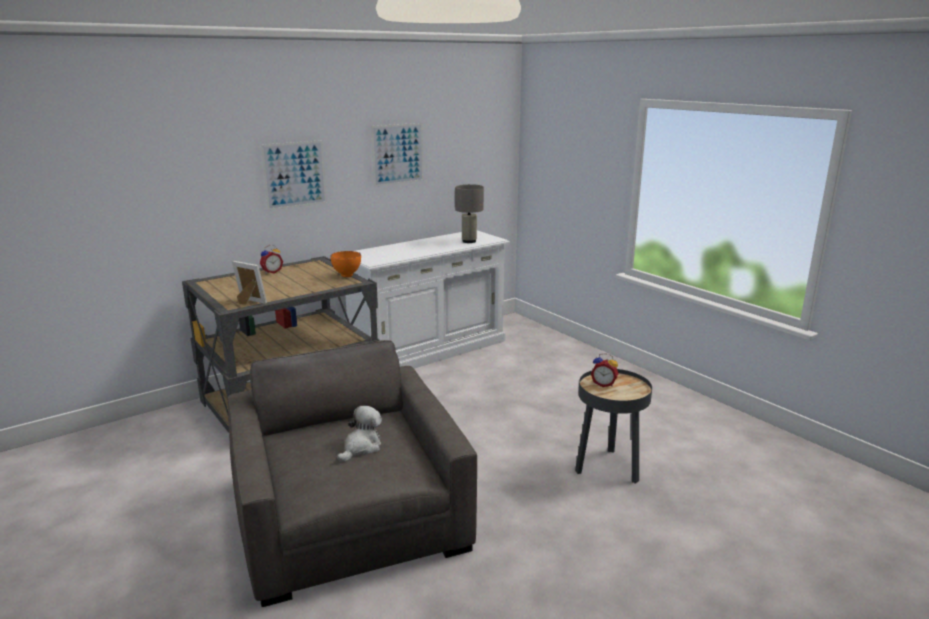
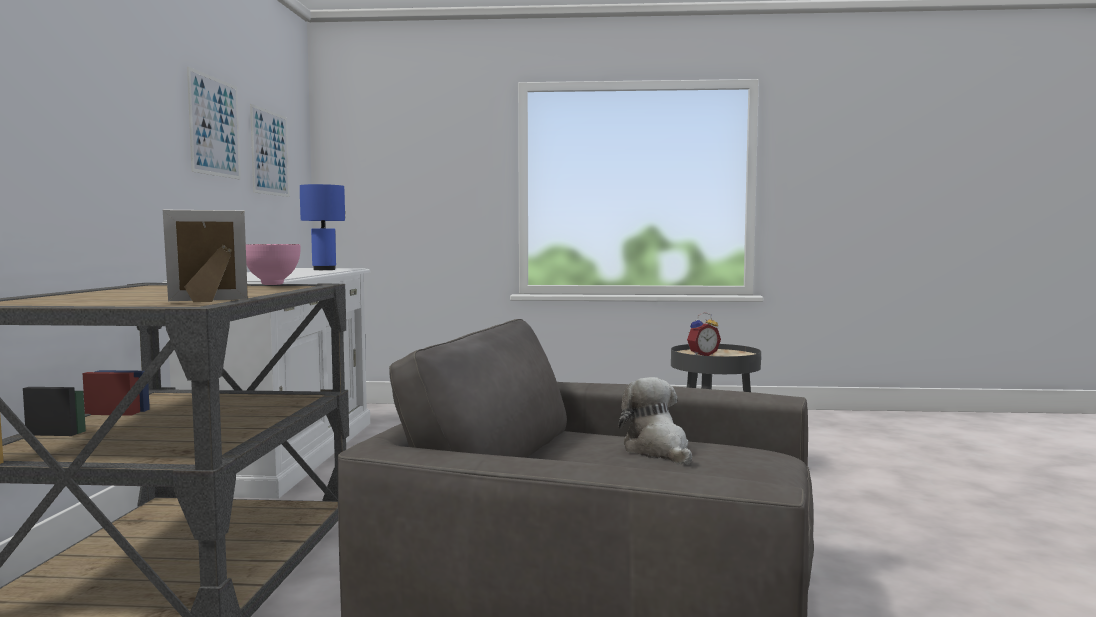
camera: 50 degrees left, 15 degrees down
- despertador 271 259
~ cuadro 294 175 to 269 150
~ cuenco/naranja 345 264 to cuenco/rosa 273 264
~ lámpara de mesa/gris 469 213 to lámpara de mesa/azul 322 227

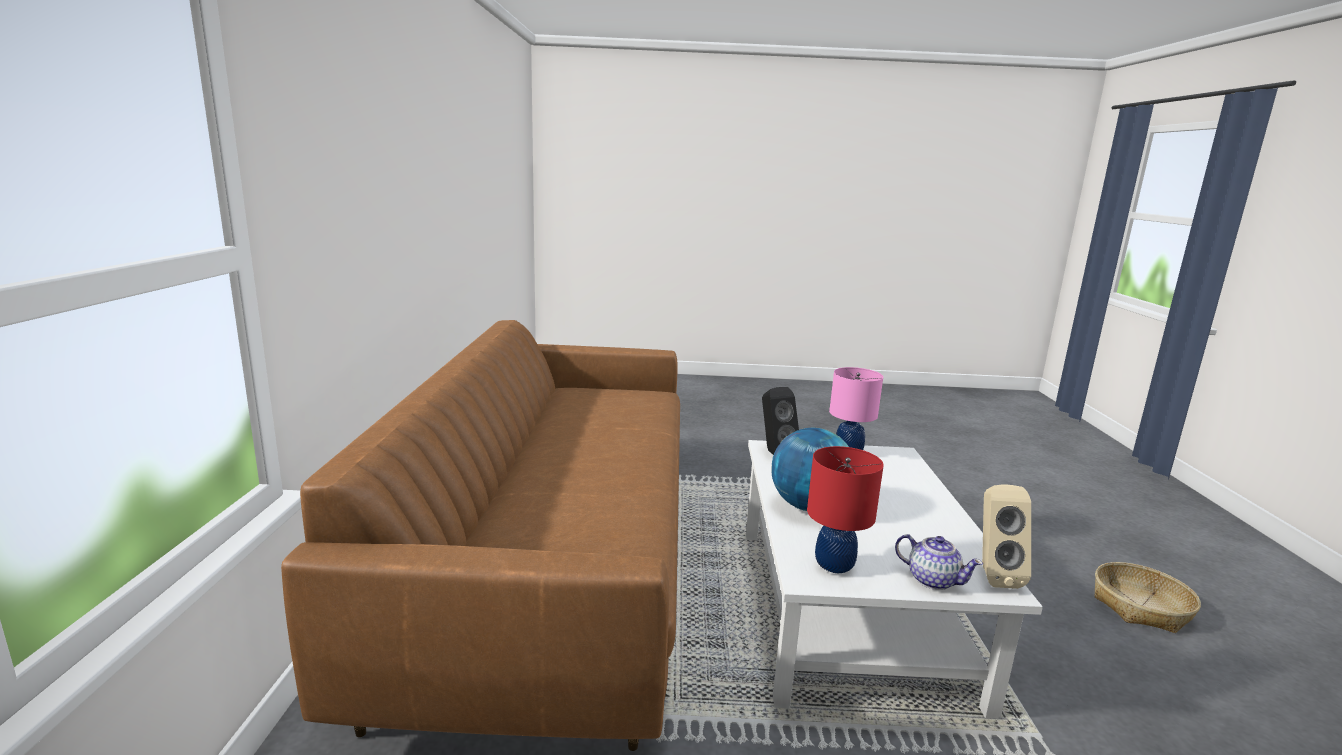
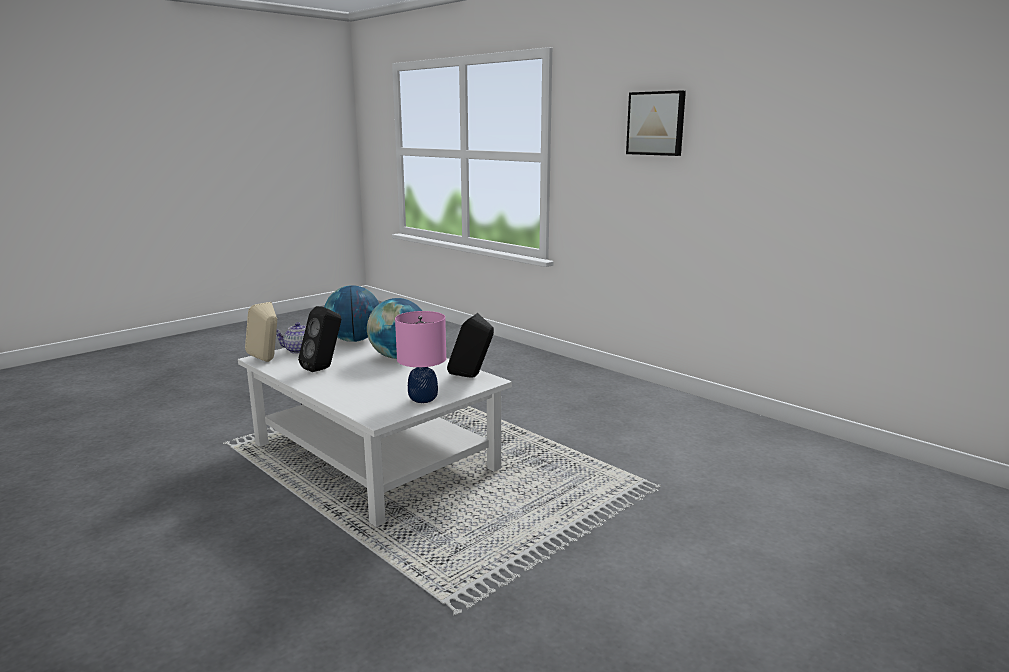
camera: 135 degrees right, 0 degrees up
- sofá/marrón 480 535
- cesta 1147 597
+ altavoz/negro 319 339
+ cuadro 656 123
~ lámpara de mesa/rojo 845 509 to globo terráqueo 351 313

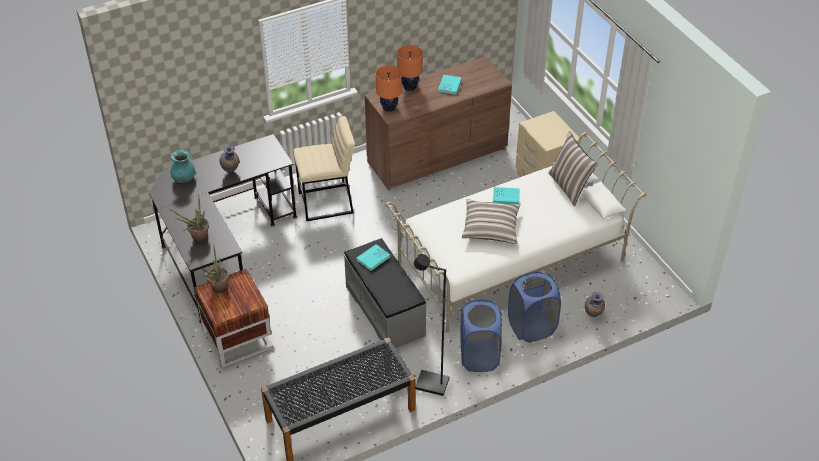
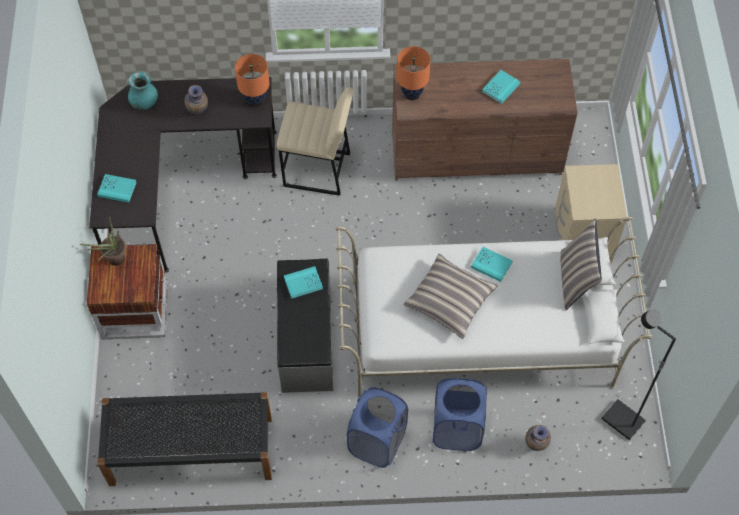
camera: 25 degrees right, 15 degrees up
~ lámpara de mesa/naranja 410 68 to 252 80
~ lámpara de pie/negro 432 325 to 638 375
~ planta en maceta 189 218 to libro/turquesa 117 188

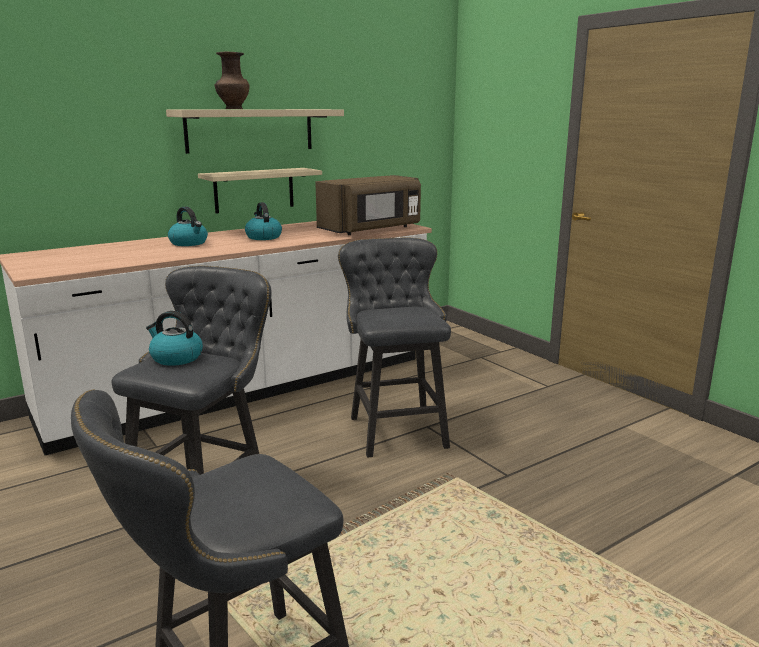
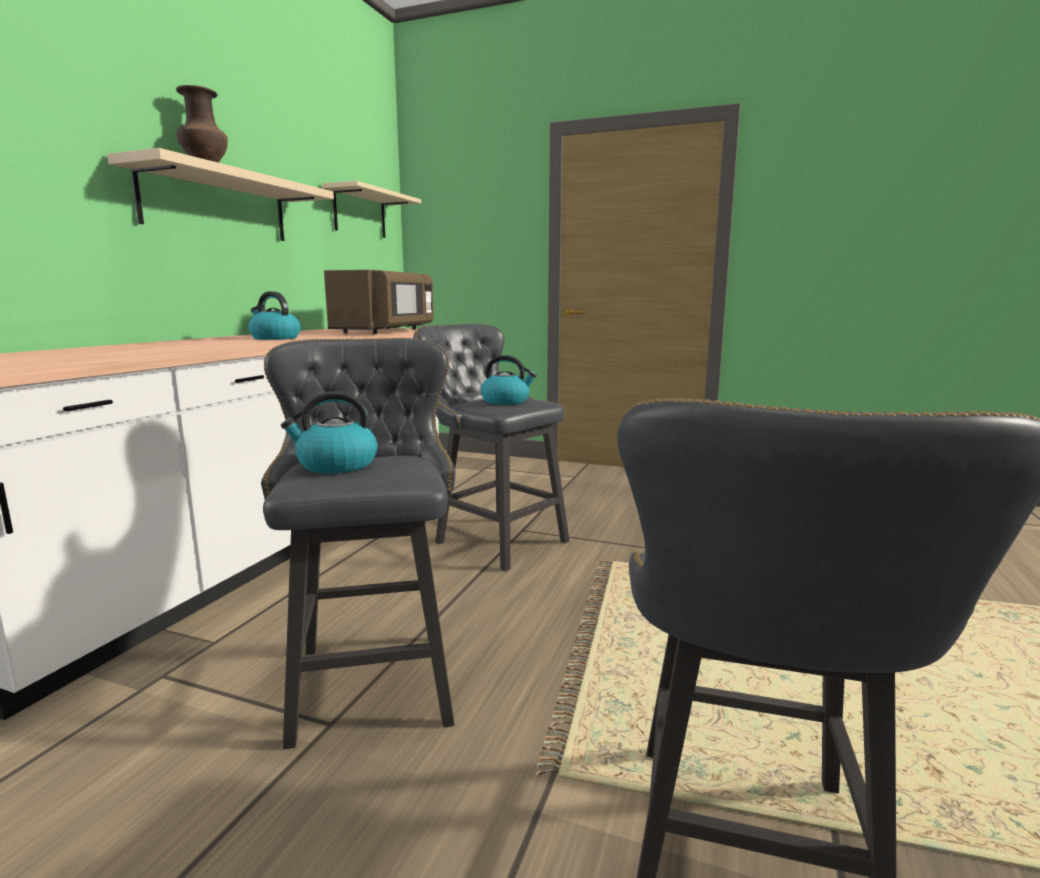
camera: 35 degrees left, 5 degrees down
~ hervidor 188 226 to 509 380
~ estante/beis 260 191 to 371 209

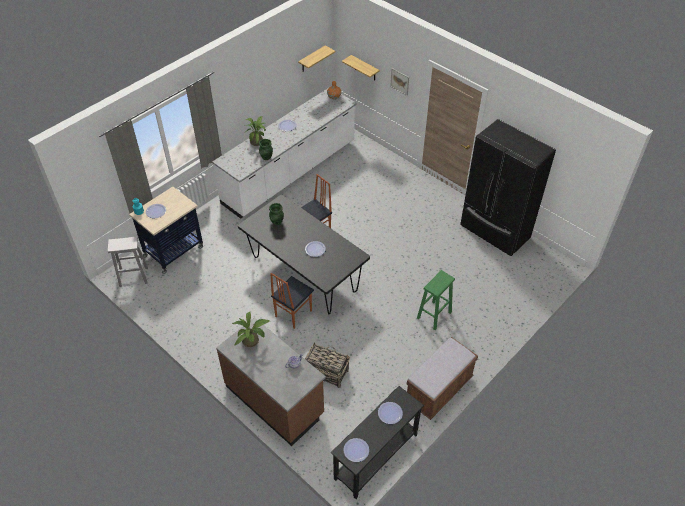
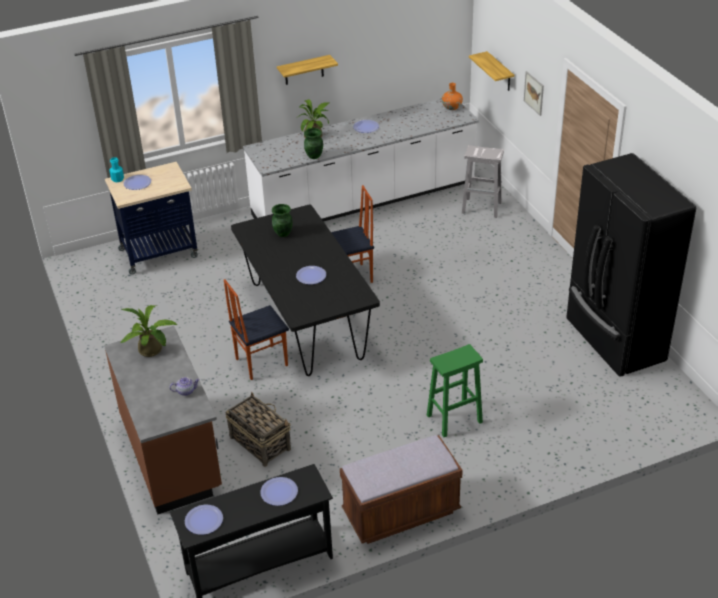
camera: 25 degrees right, 10 degrees down
~ taburete/blanco 128 261 to 483 181
~ estante 316 59 to 307 70

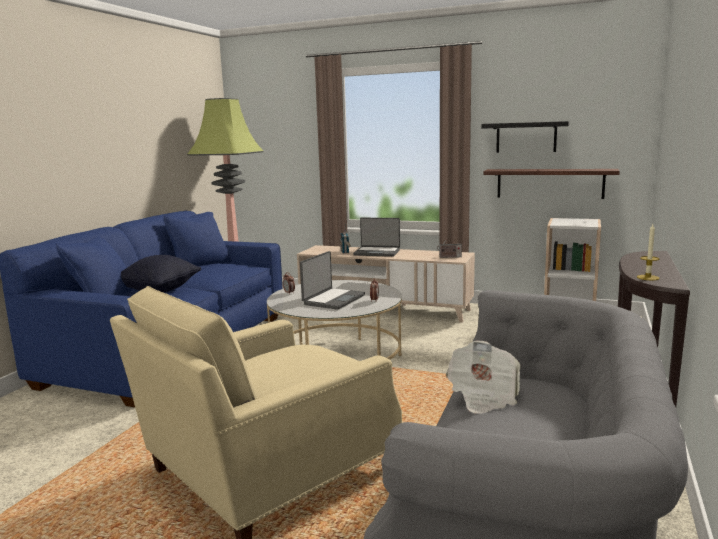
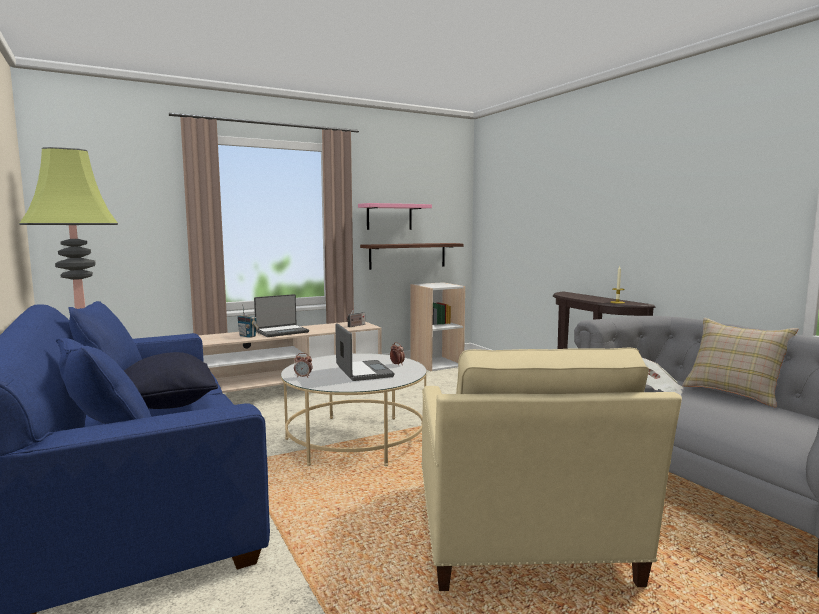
camera: 50 degrees left, 5 degrees down
+ cojín/beis 740 362
~ estante/negro 525 137 to estante/rosa 395 216

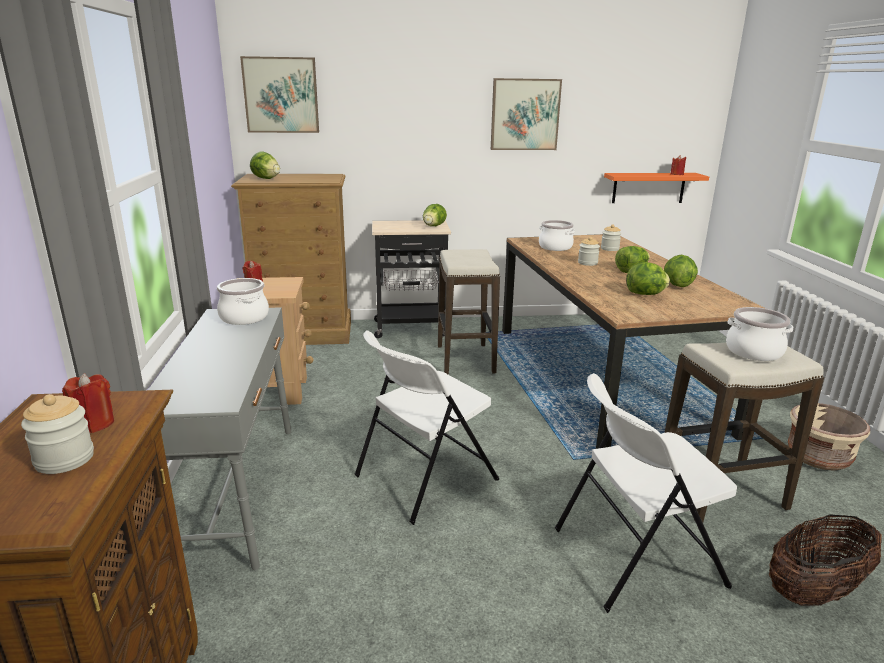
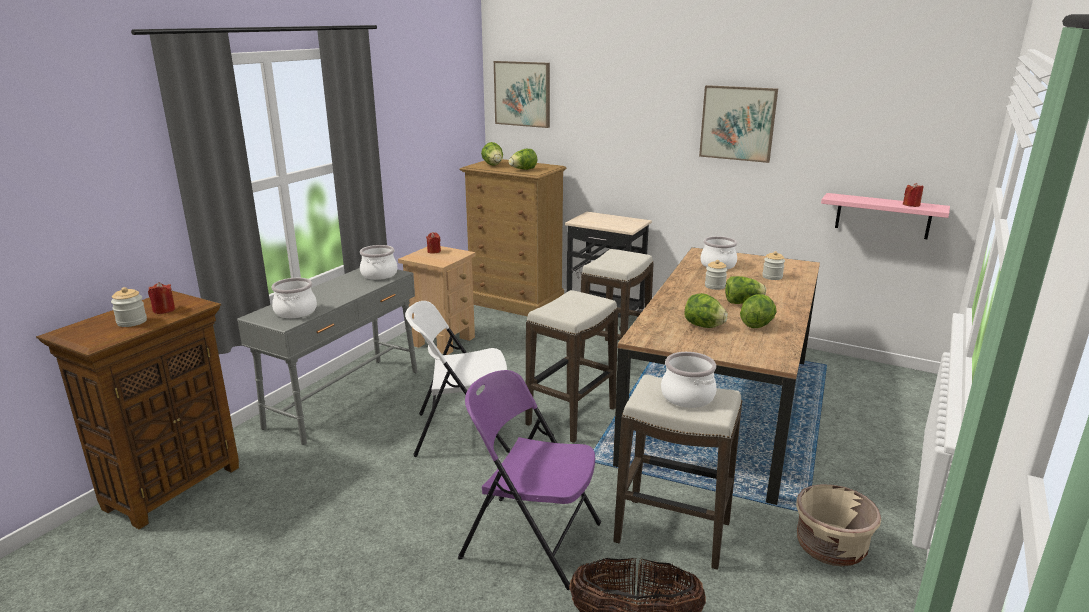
camera: 35 degrees right, 0 degrees up
+ olla 294 298
+ taburete 571 366
~ lechuga 435 215 to 523 159
~ silla/blanco 646 493 to silla/morado 529 480
~ estante/naranja 656 188 to estante/rosa 885 216

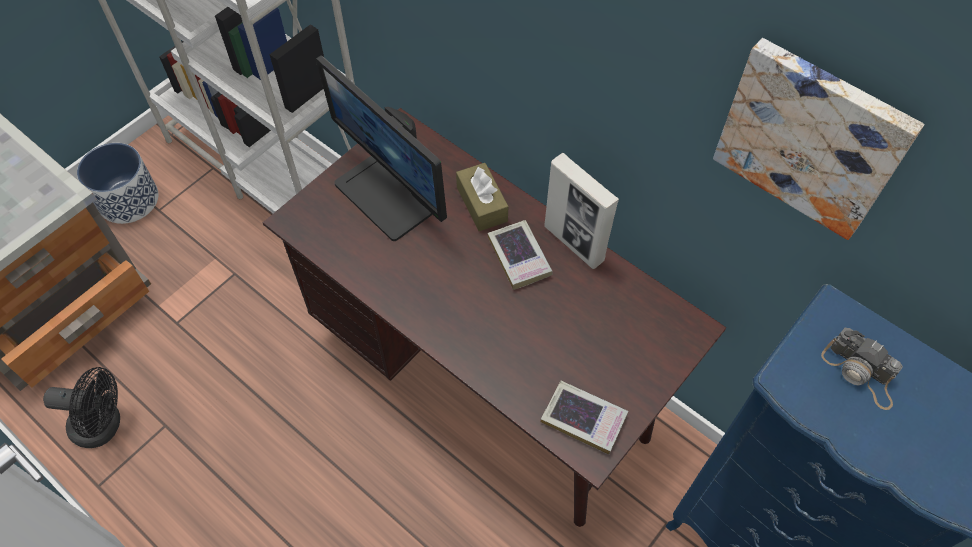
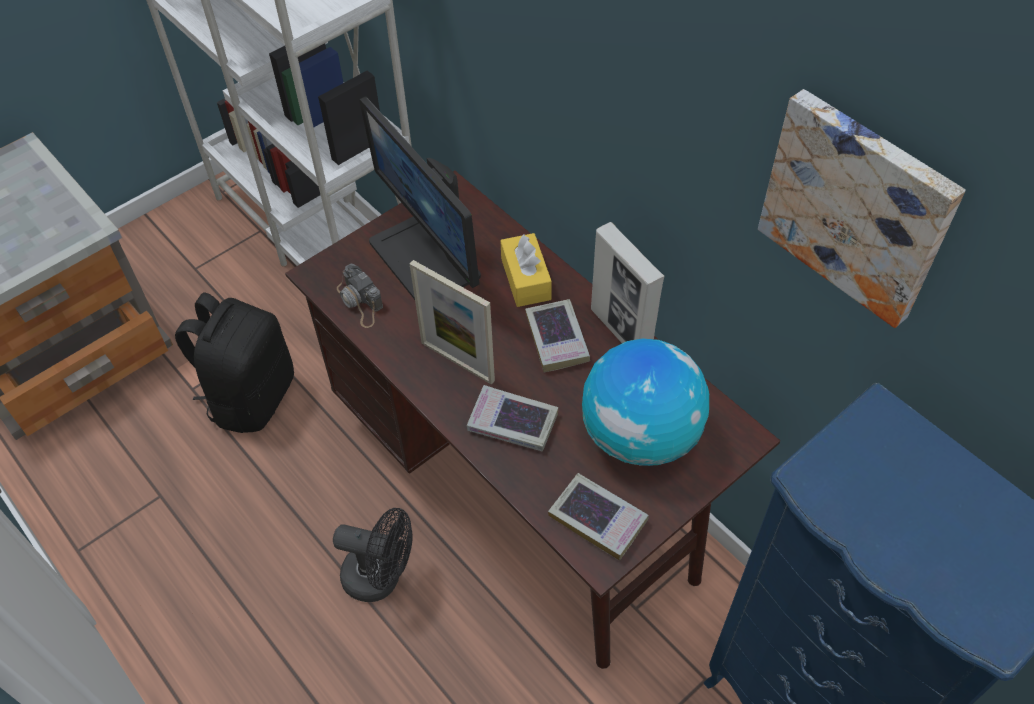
camera: 10 degrees right, 5 degrees down
- maceta 117 183
+ mochila/negro 234 362
+ portarretratos 452 322
+ libro 512 418
+ globo terráqueo 645 402
~ ventilador/negro 81 407 to 373 555
~ cámara 862 369 to 360 296
~ caja de pañuelos/marrón 482 197 to caja de pañuelos/amarillo 526 270

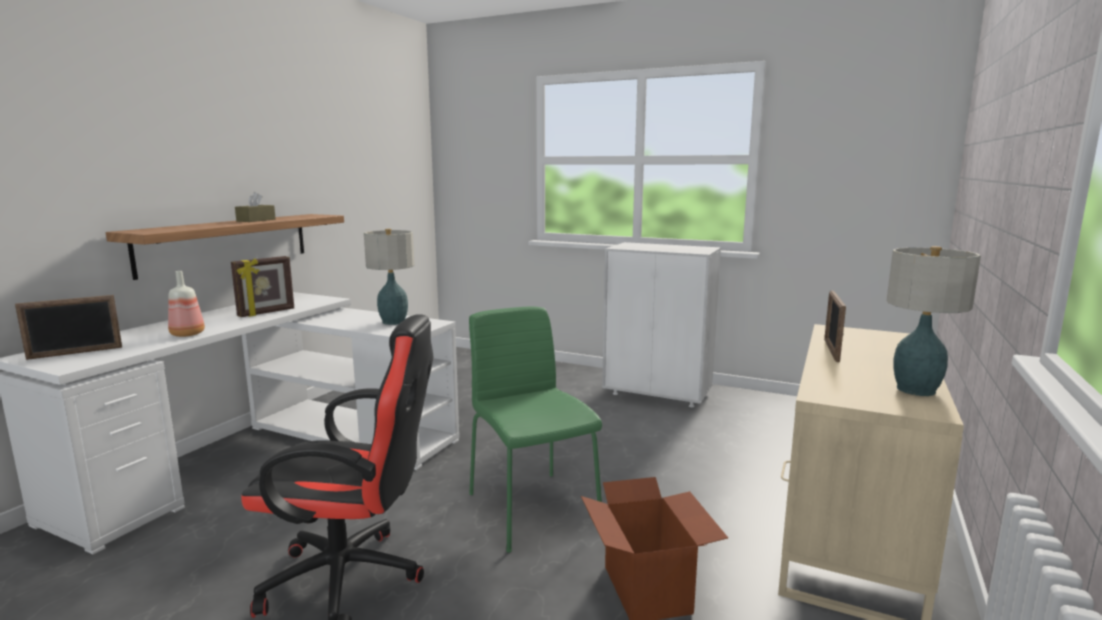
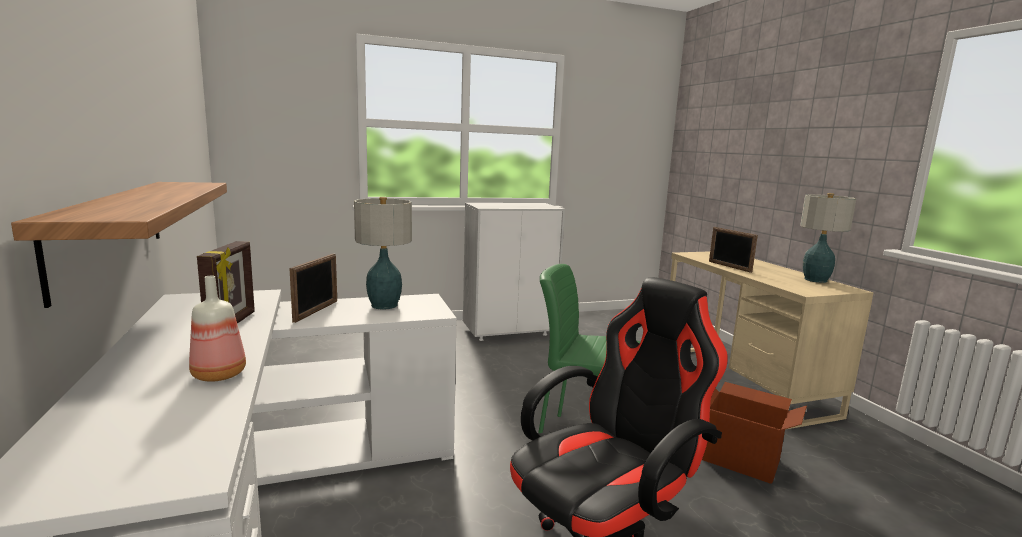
camera: 45 degrees left, 0 degrees up
- caja de pañuelos/marrón 255 207
~ portarretratos 68 327 to 313 288

